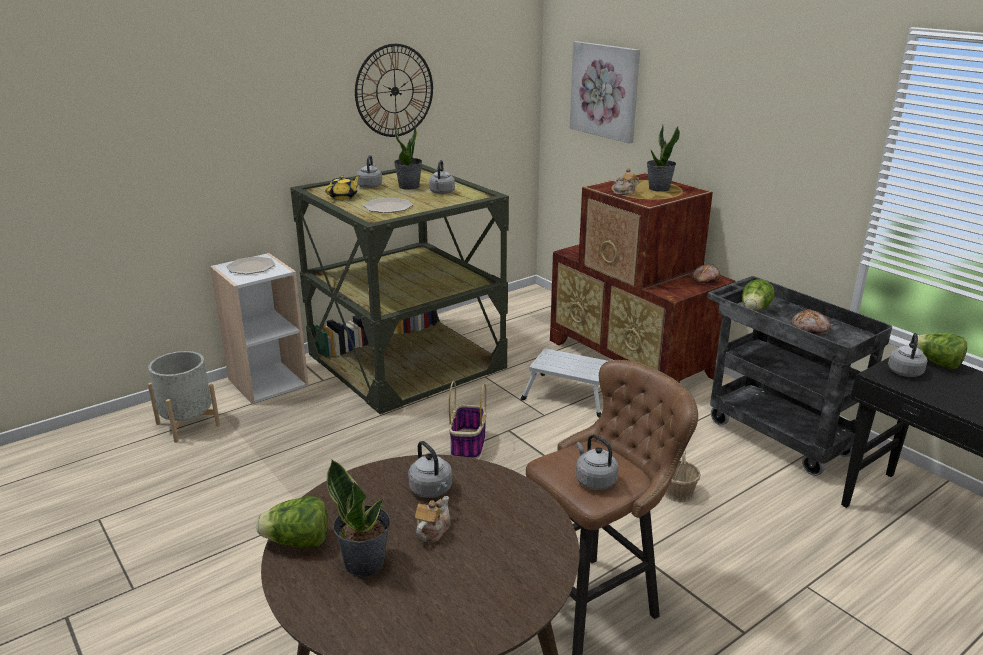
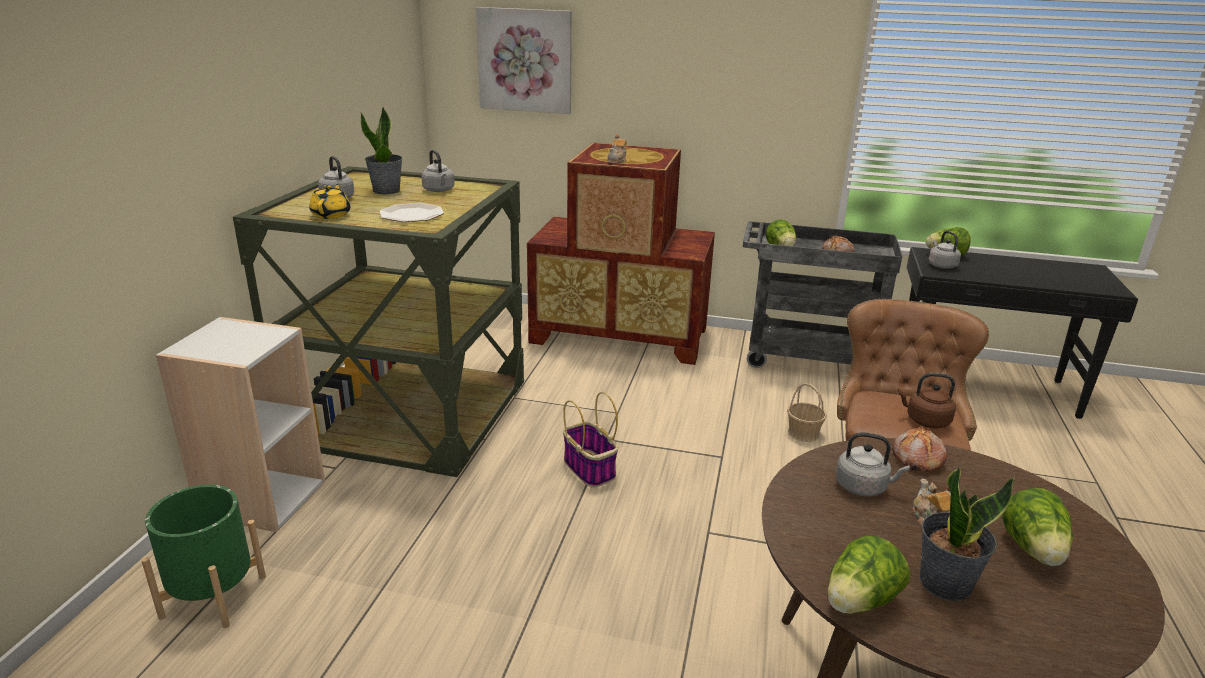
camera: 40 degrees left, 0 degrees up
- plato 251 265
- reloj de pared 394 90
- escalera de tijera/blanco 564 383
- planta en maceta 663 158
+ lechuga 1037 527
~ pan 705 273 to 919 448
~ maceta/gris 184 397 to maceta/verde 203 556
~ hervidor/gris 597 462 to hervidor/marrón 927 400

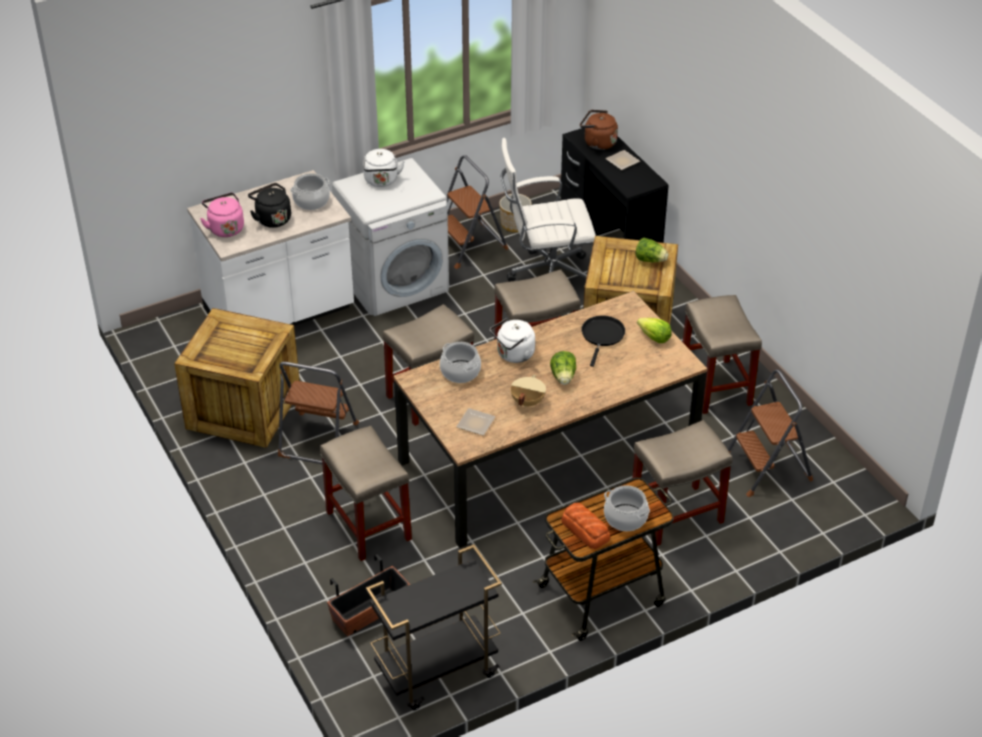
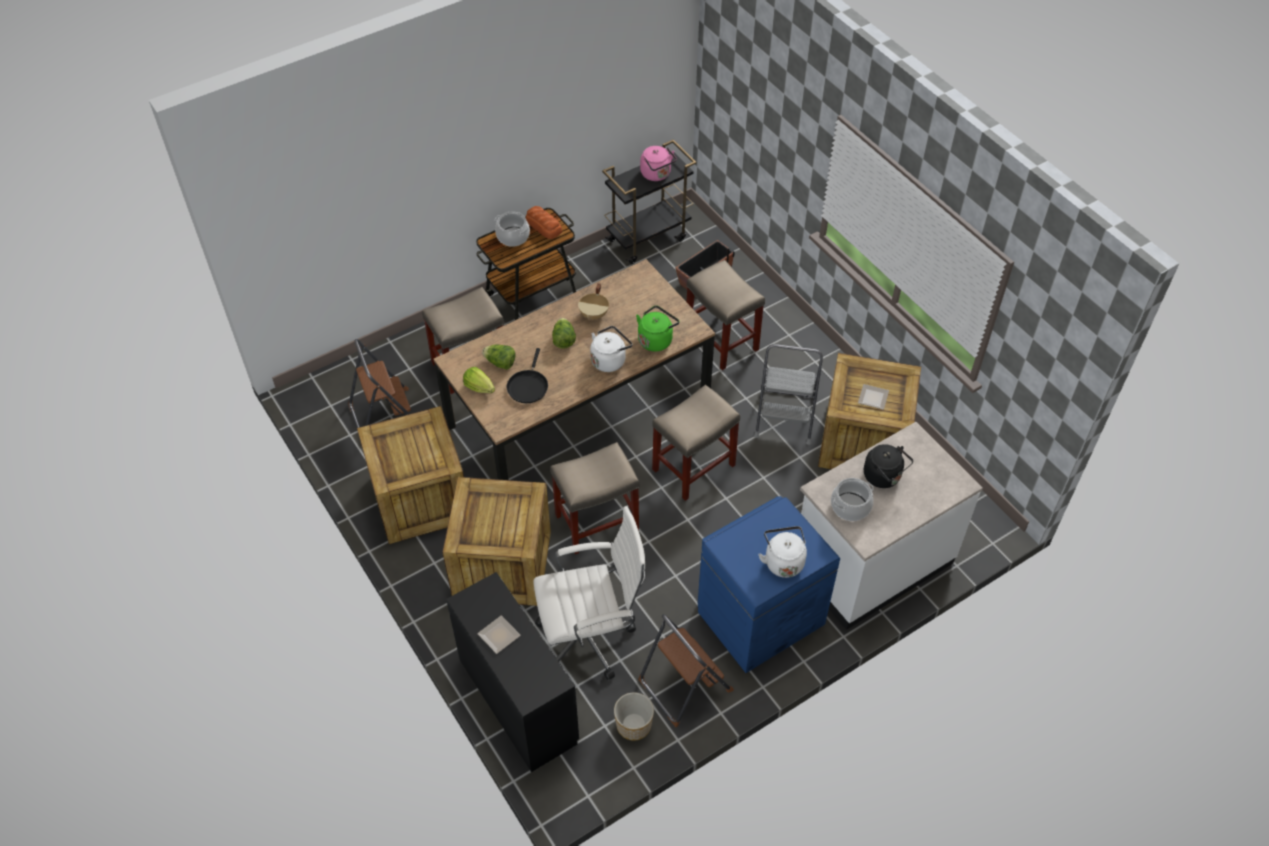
camera: 175 degrees right, 10 degrees up
- hervidor/marrón 599 130
~ hervidor/rosa 222 215 to 658 163
~ plato 476 421 to 873 397
~ lechuga 652 250 to 498 357
~ olla 460 362 to hervidor/verde 658 328
~ taburete/beis 722 354 to caja de embalaje 410 475
~ escalera de tijera/marrón 318 413 to escalera de tijera/gris 788 394
~ lavadora/blanco 390 237 to lavadora/azul 769 584

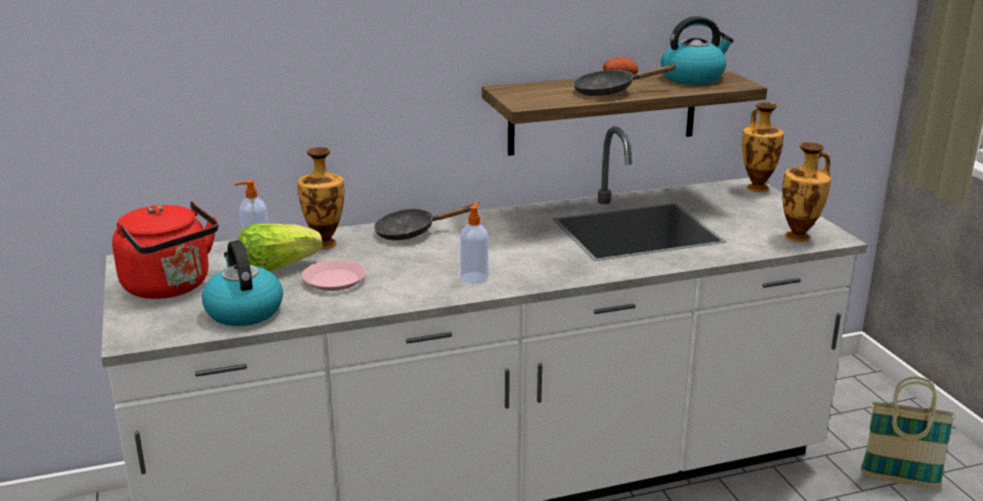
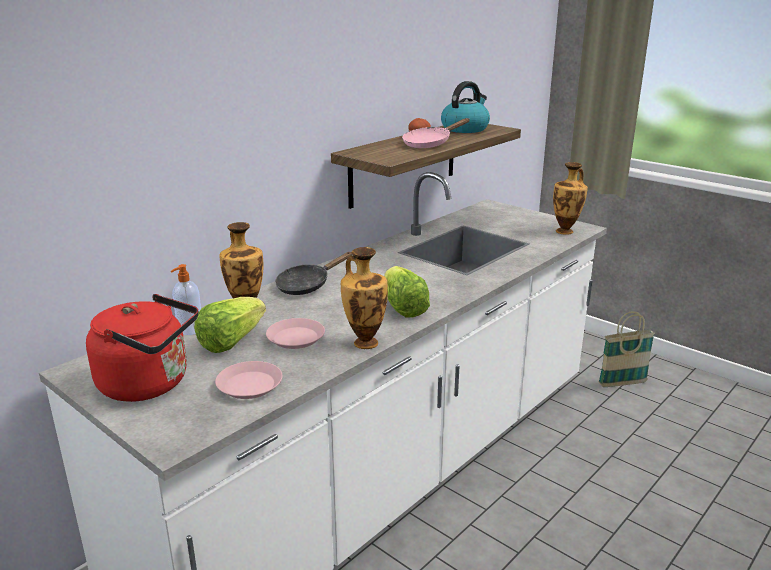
camera: 30 degrees left, 0 degrees up
~ florero 763 147 to 364 298
~ hervidor 242 283 to plato/rosa 249 380
~ dispensador de jabón 474 242 to lechuga 407 292
~ sartén/negro 625 80 to sartén/rosa 435 133

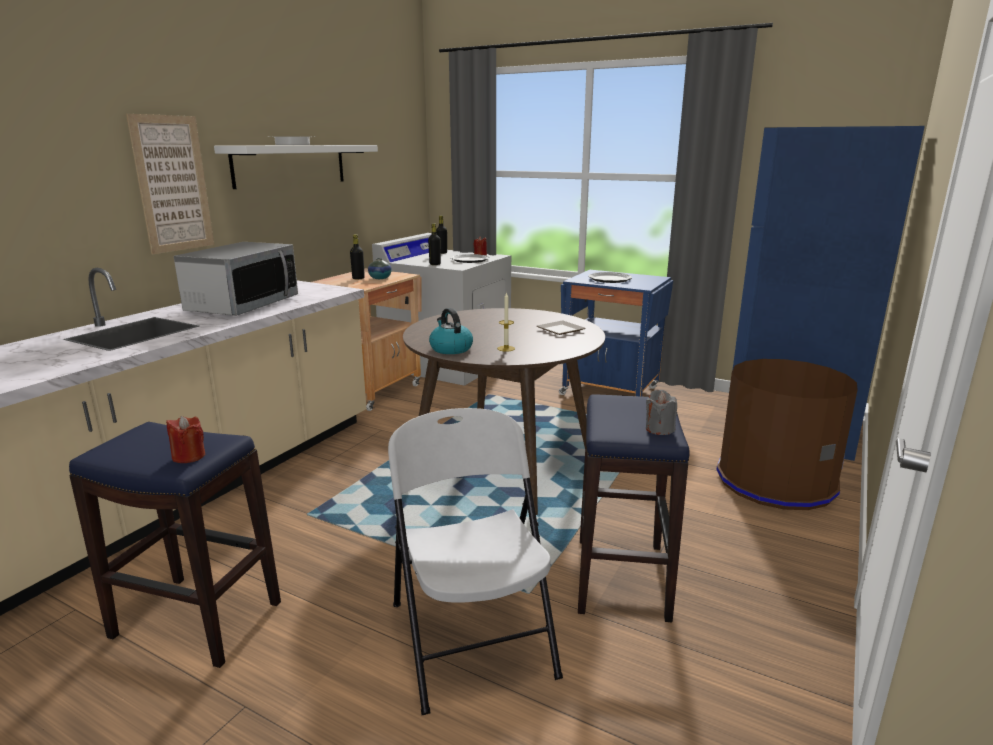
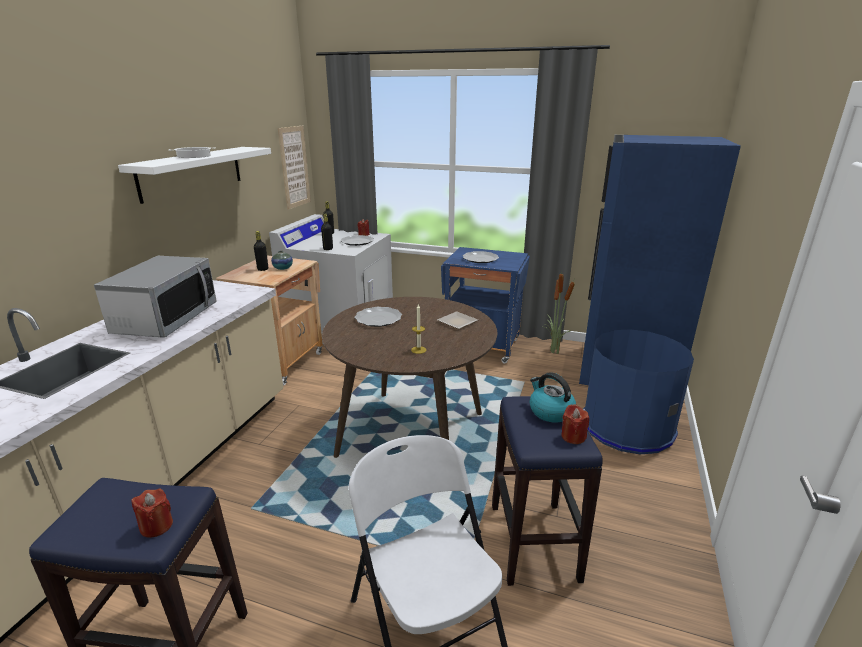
camera: 10 degrees left, 5 degrees up
+ plato 378 317
+ planta en maceta 560 312
~ cuadro 170 184 to 294 168
~ hervidor 451 331 to 553 397
~ vela/gris 661 412 to vela/rojo 575 424
~ papelera/marrón 787 434 to papelera/azul 638 391

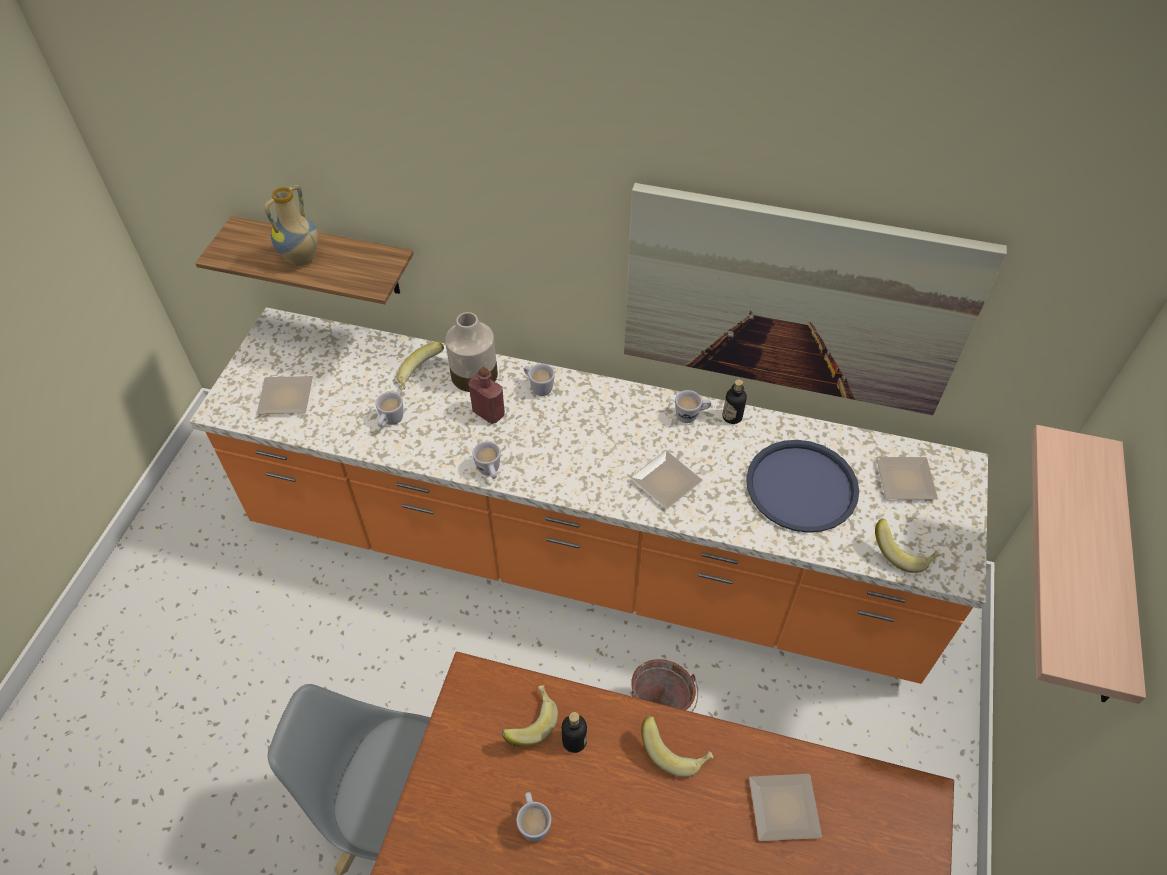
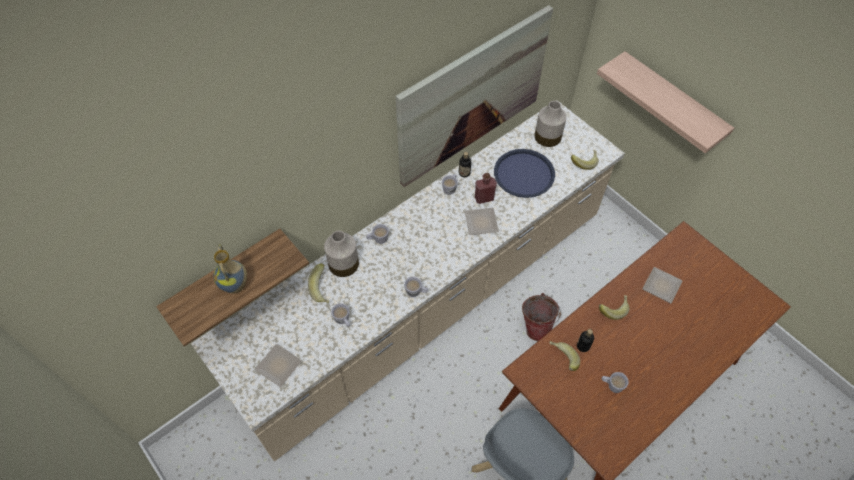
camera: 55 degrees left, 5 degrees up
~ botella/rojo 487 395 to 486 188
~ plato 907 478 to florero/beis 550 124
~ mueble bajo de cocina/naranja 589 495 to mueble bajo de cocina/beis 408 280

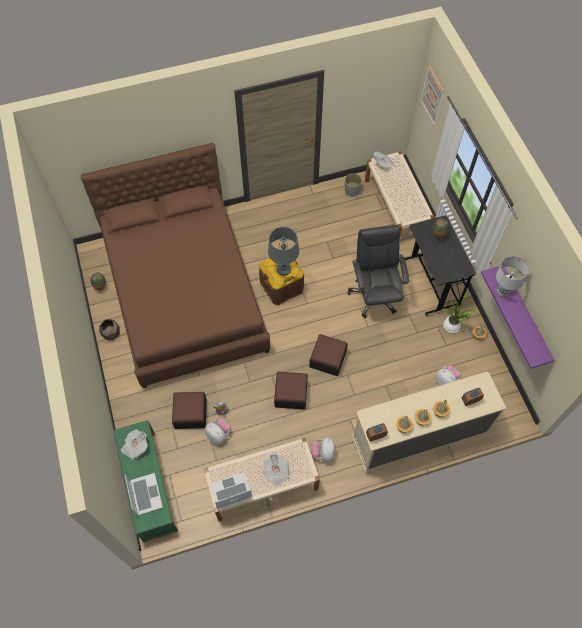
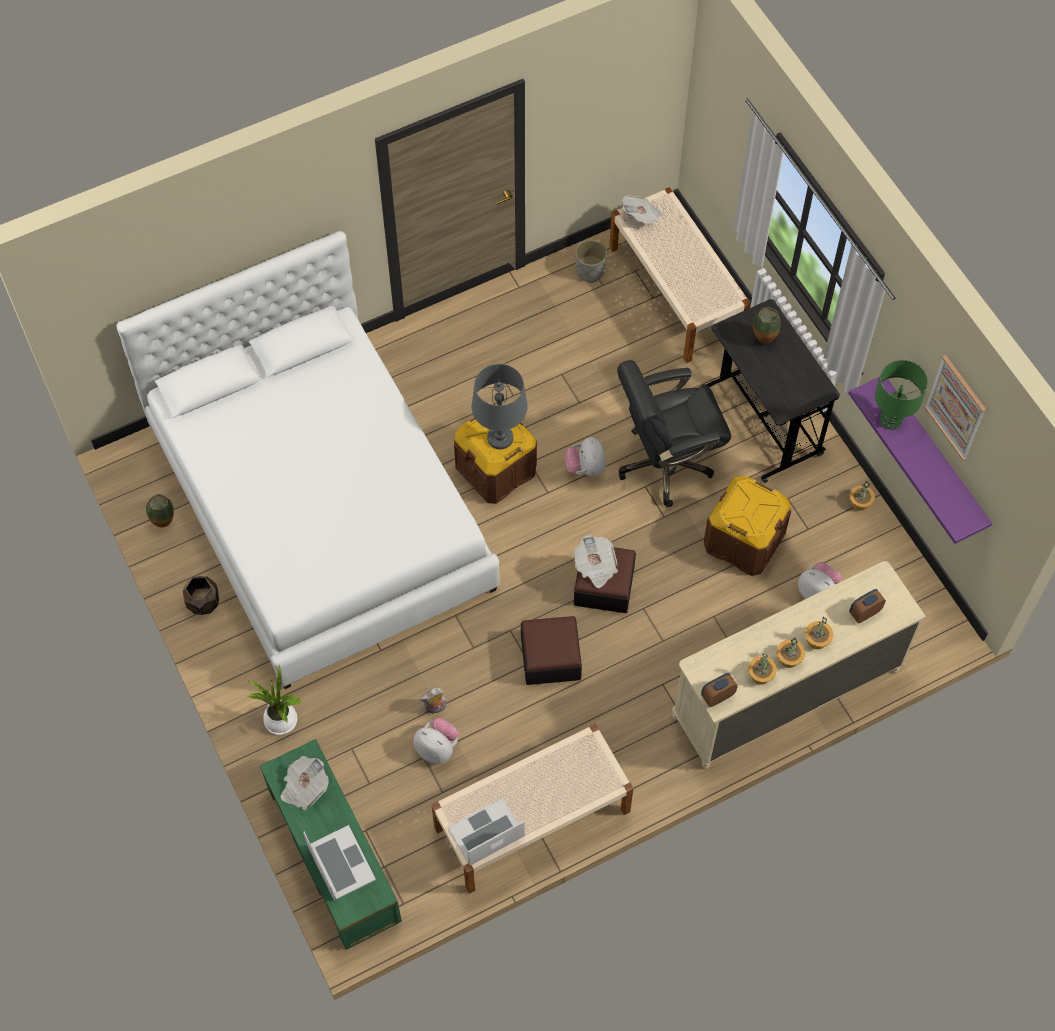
camera: 10 degrees left, 0 degrees up
- puf 189 410
+ caja de almacenaje/marrón 747 526
~ periódico 276 470 to 596 561
~ peluche 323 449 to 585 457
~ cuadro 432 96 to 955 408
~ planta en maceta 460 314 to 274 700
~ cama/marrón 175 265 to cama/blanco 308 460
~ lámpara de mesa/blanco 513 276 to lámpara de mesa/verde 901 395
~ silla de oficina/negro 378 271 = 674 433 90 degrees counterclockwise

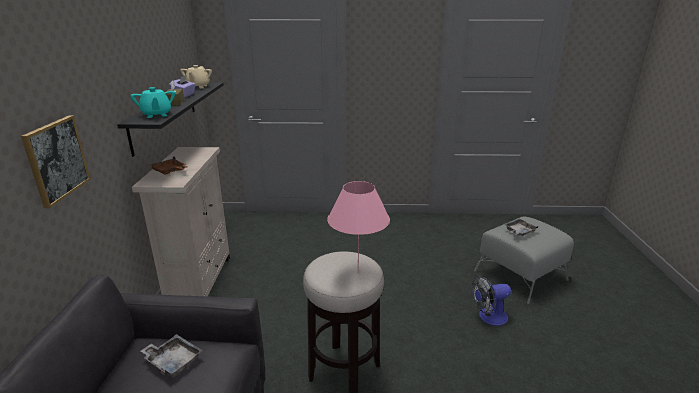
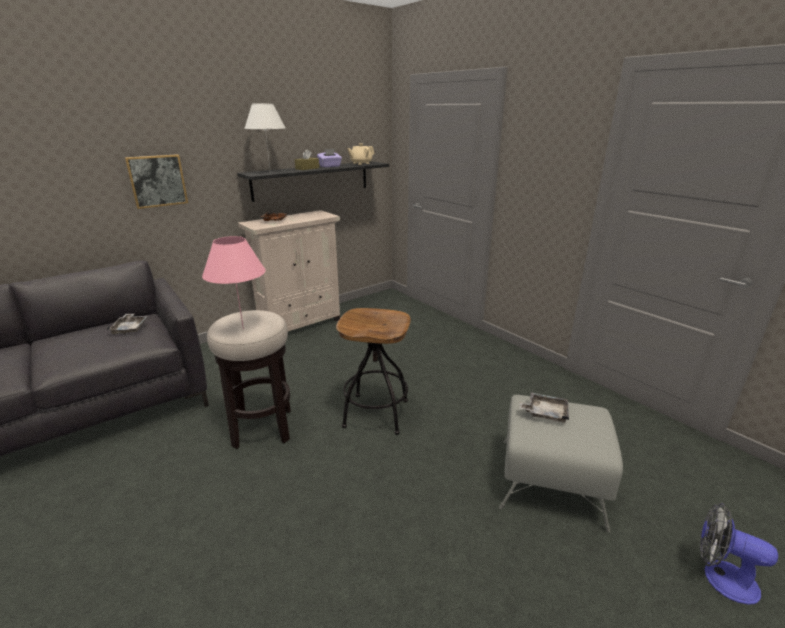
camera: 50 degrees right, 0 degrees up
+ taburete/marrón 373 371
~ ventilador 491 301 to 739 554
~ tetera/turquesa 152 102 to lámpara de mesa/blanco 265 136

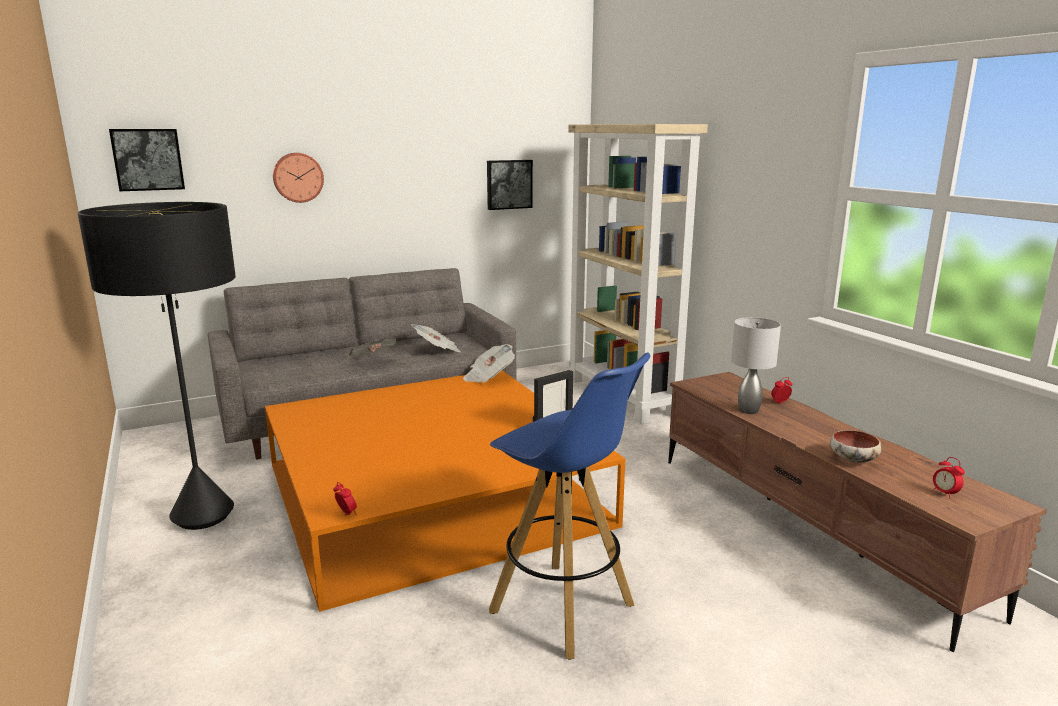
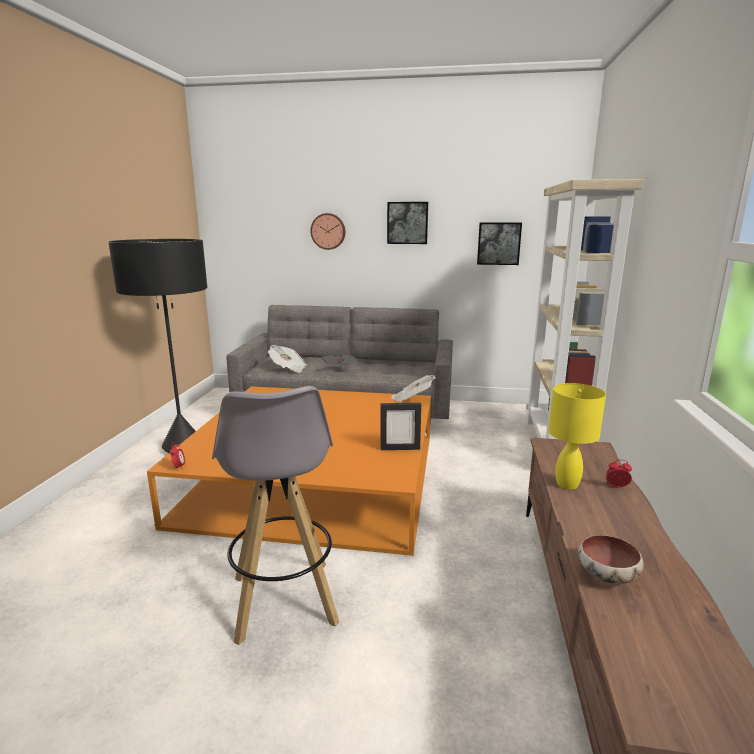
camera: 35 degrees right, 0 degrees up
- despertador 948 478
~ cuadro 147 160 to 407 223
~ periódico 436 338 to 287 359
~ taburete/azul 569 506 to taburete/gris 275 515
~ lámpara de mesa/gris 756 365 to lámpara de mesa/amarillo 577 436

